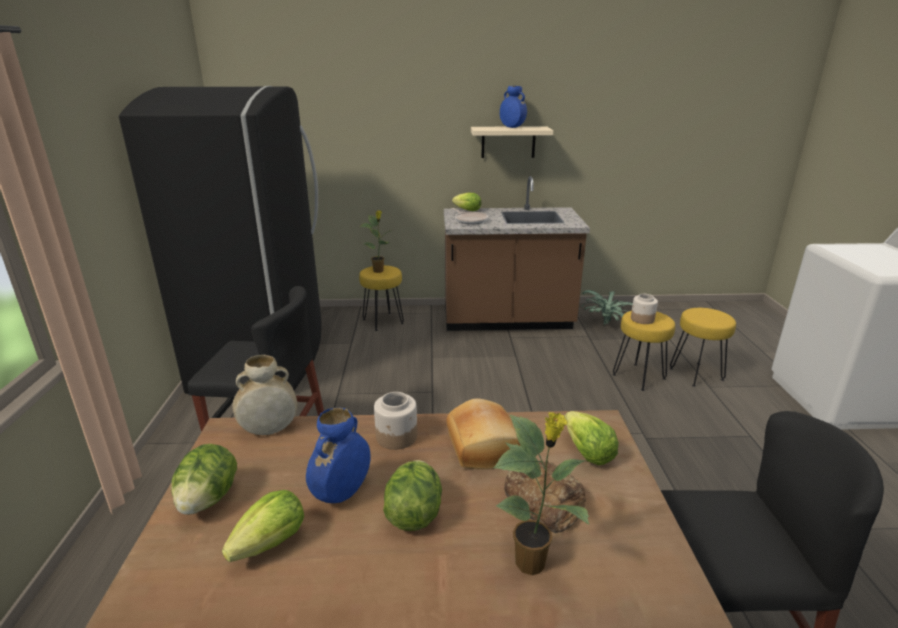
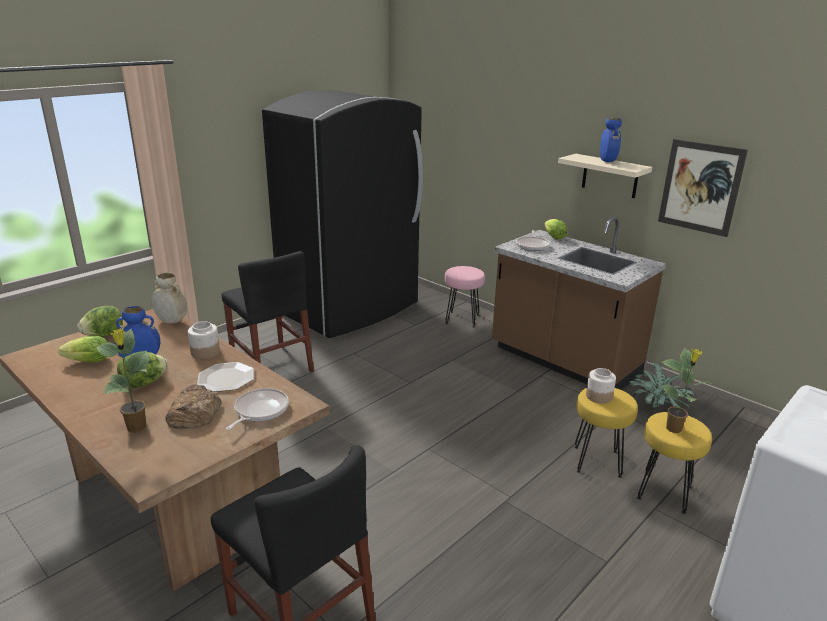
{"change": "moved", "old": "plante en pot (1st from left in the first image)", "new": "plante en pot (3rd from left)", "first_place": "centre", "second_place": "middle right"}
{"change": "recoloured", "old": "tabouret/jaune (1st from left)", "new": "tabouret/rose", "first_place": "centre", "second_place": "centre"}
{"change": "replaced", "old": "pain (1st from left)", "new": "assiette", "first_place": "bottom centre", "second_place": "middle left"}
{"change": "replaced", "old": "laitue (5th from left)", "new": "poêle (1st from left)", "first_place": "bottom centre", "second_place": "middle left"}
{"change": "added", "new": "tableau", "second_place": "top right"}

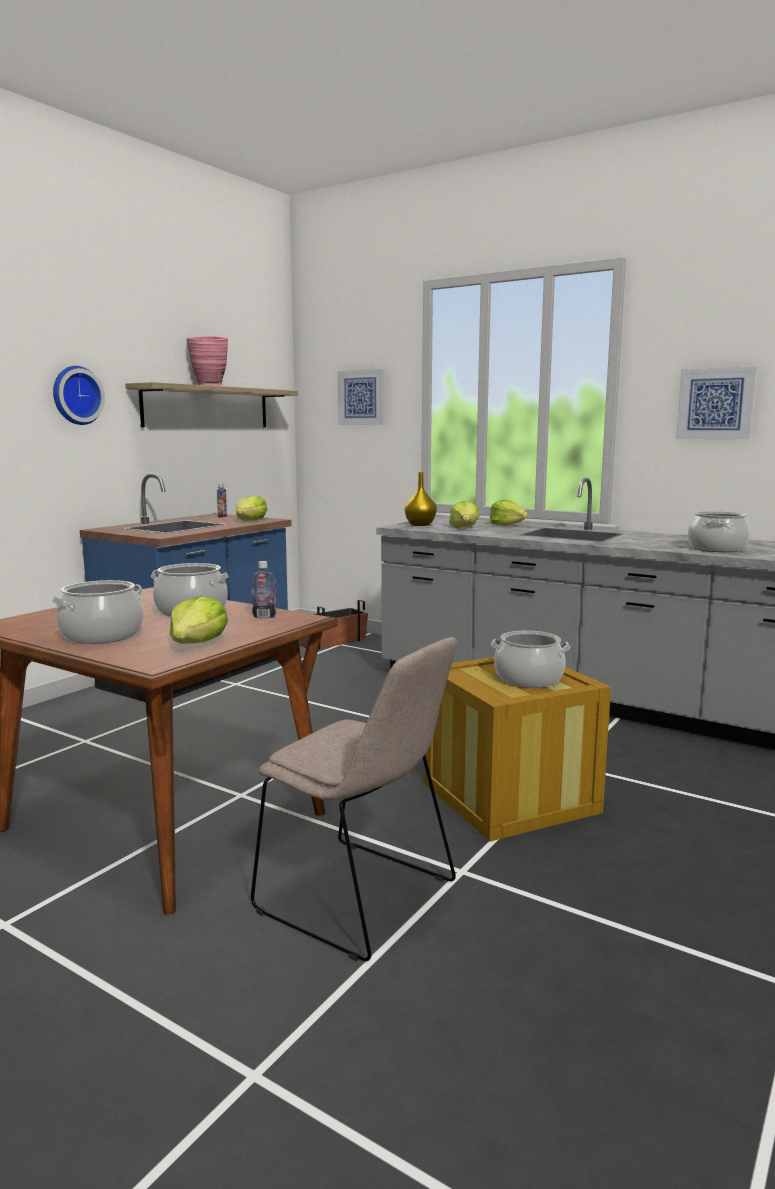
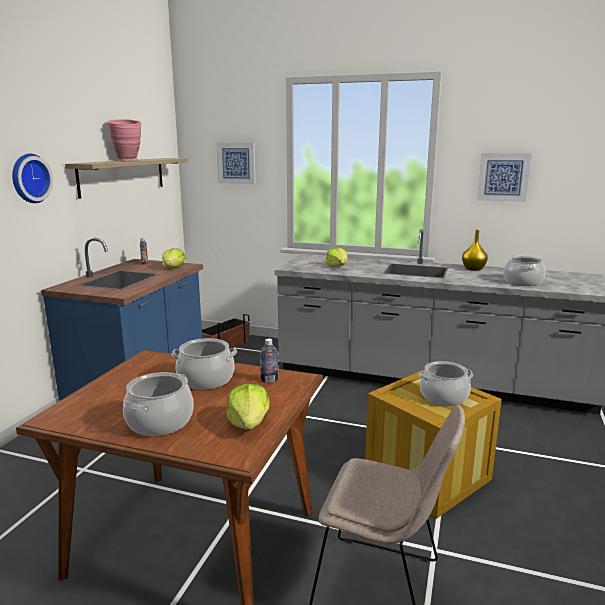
{"change": "moved", "old": "vase/jaune", "first_place": "centre", "second_place": "middle right"}
{"change": "removed", "old": "laitue (4th from left)", "first_place": "centre"}

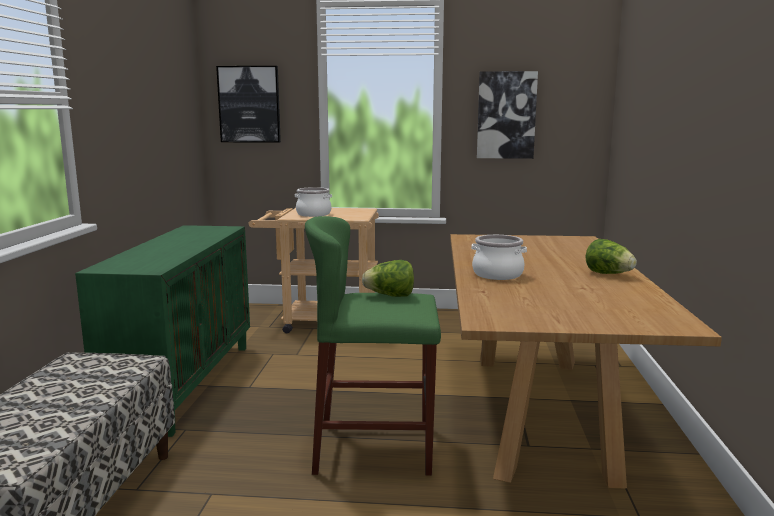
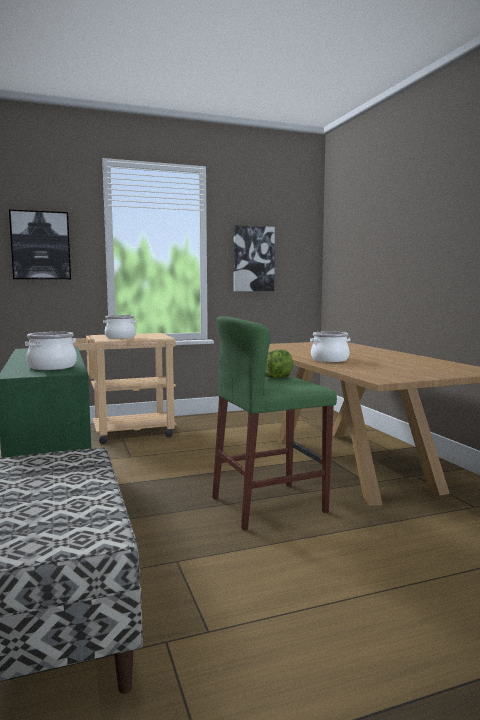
{"change": "removed", "old": "laitue (2nd from left)", "first_place": "middle right"}
{"change": "added", "new": "marmite (1st from left)", "second_place": "middle left"}

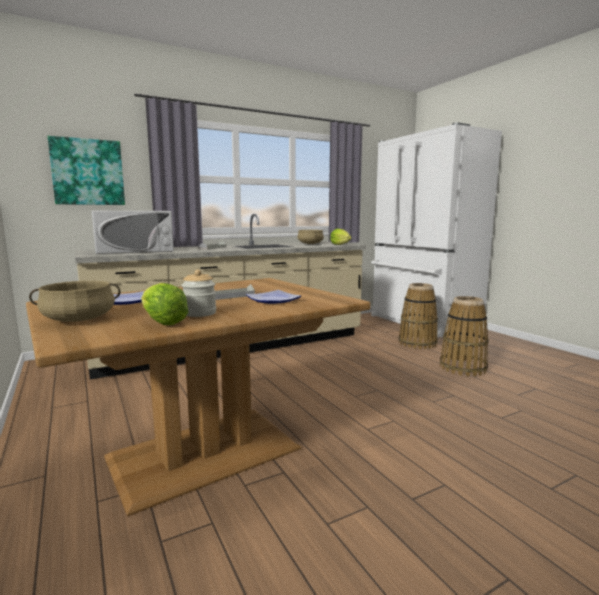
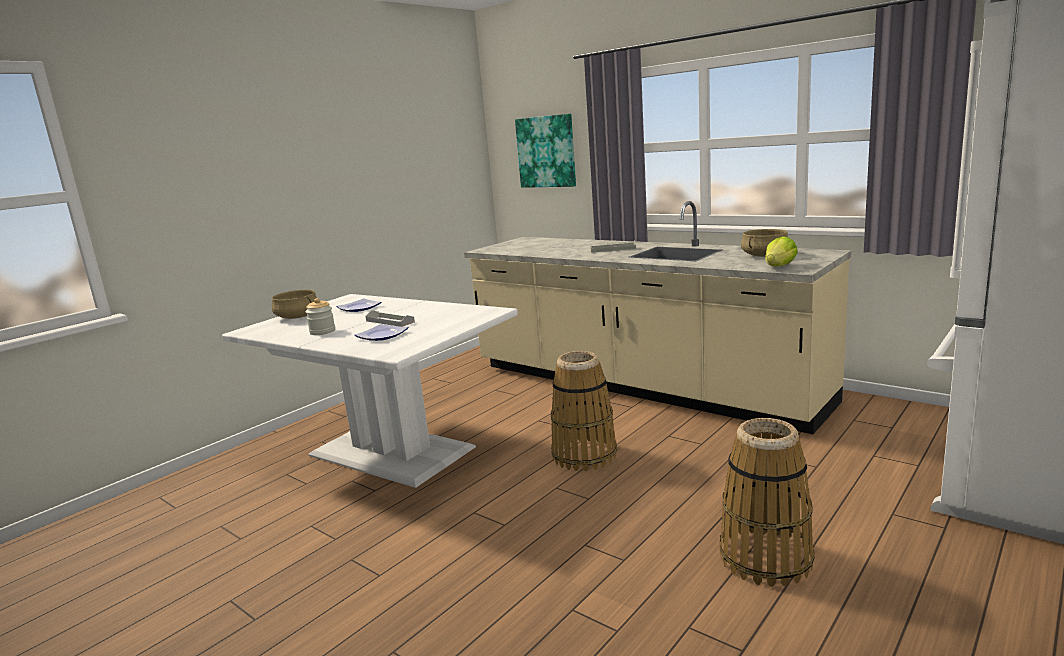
{"change": "removed", "old": "micro-ondes/blanc", "first_place": "middle left"}
{"change": "recoloured", "old": "table à manger/marron", "new": "table à manger/blanc", "first_place": "bottom left", "second_place": "centre"}
{"change": "removed", "old": "laitue (1st from left)", "first_place": "middle left"}
{"change": "moved", "old": "panier (1st from left)", "first_place": "middle right", "second_place": "centre"}

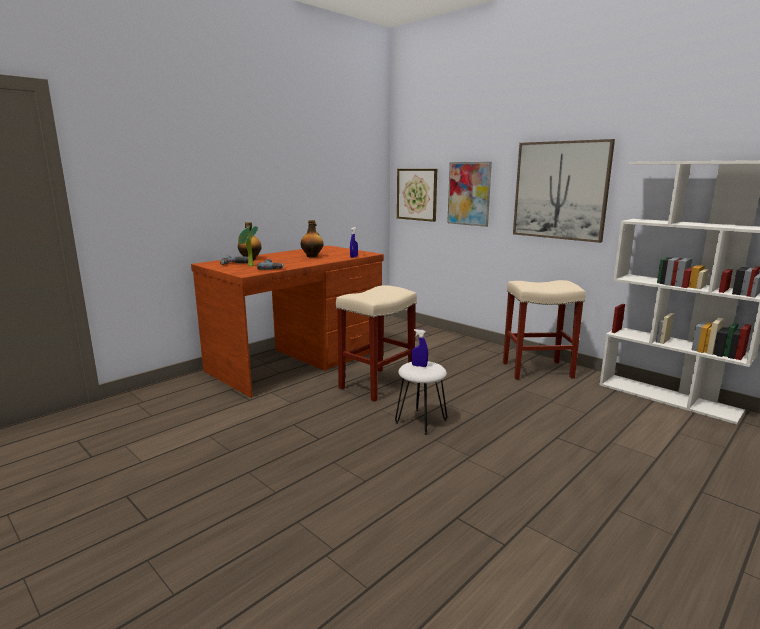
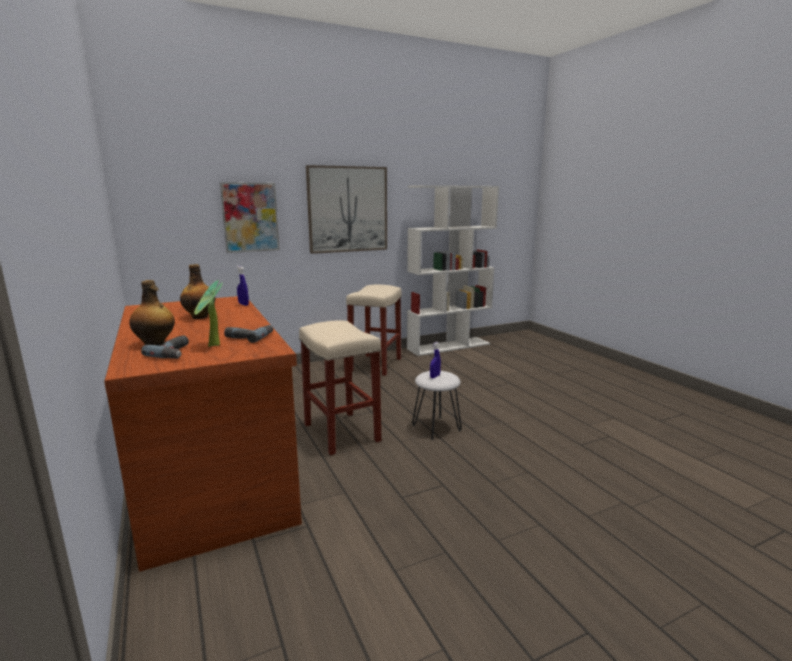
{"change": "removed", "old": "tableau (1st from left)", "first_place": "top centre"}

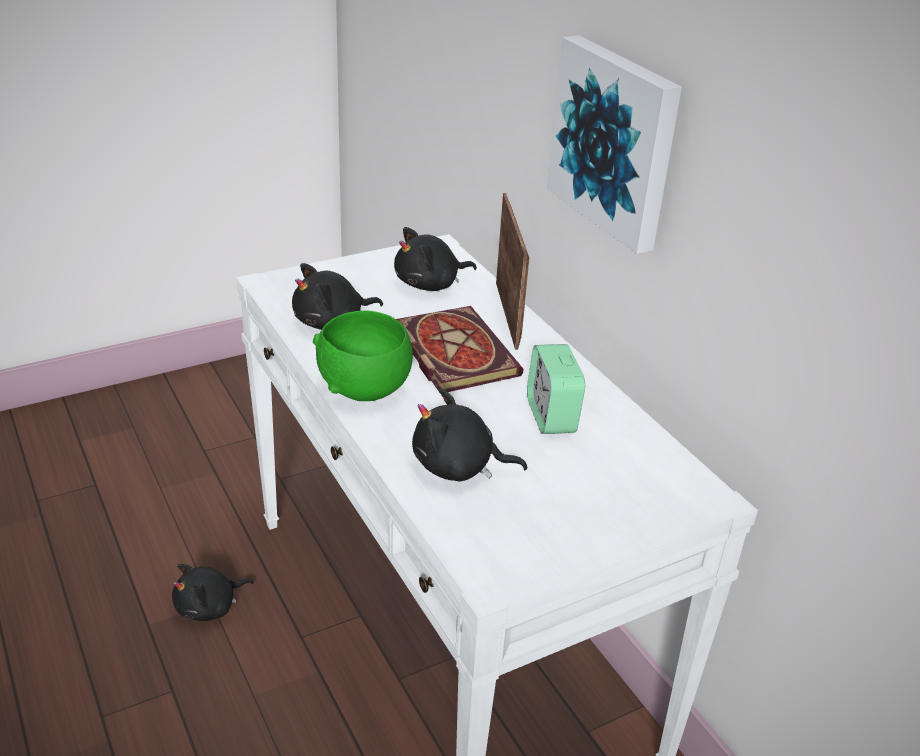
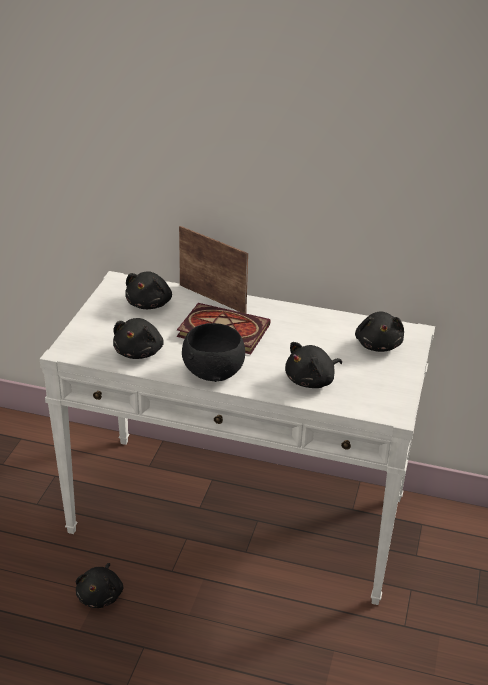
{"change": "removed", "old": "tableau", "first_place": "top right"}
{"change": "recoloured", "old": "bol/vert", "new": "bol/noir", "first_place": "centre", "second_place": "centre"}
{"change": "removed", "old": "réveil", "first_place": "centre"}
{"change": "added", "new": "peluche/noir (5th from left)", "second_place": "middle right"}

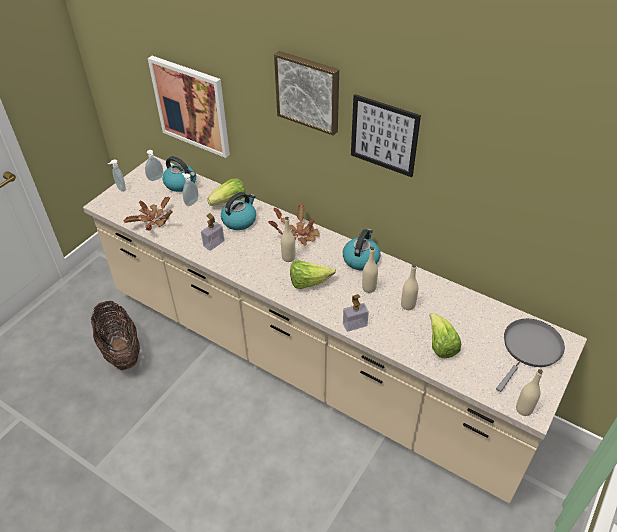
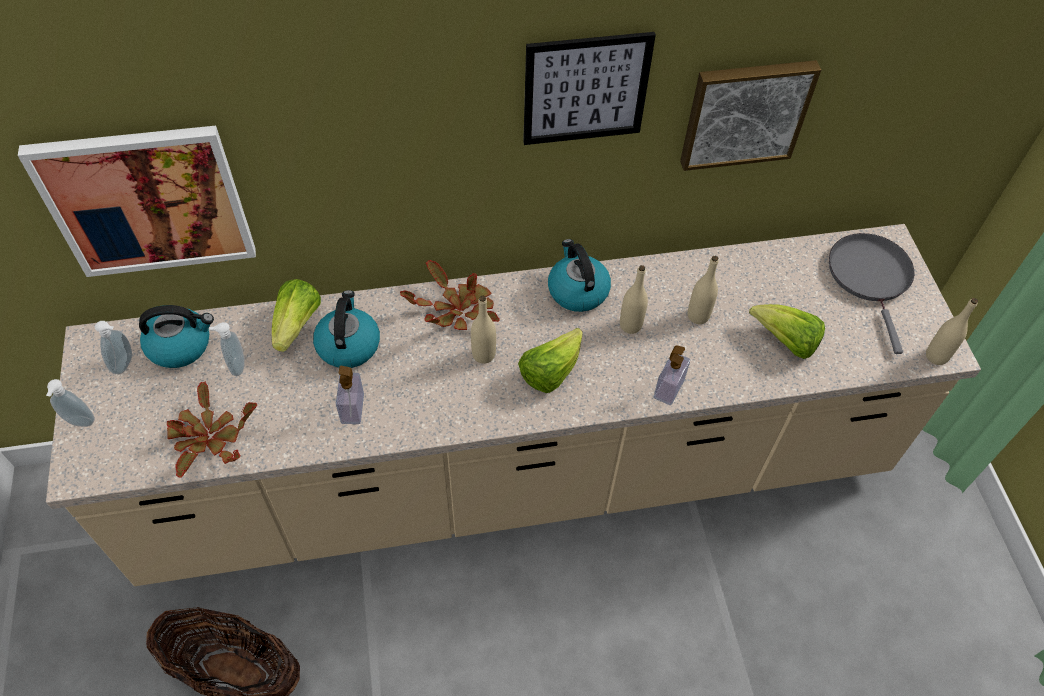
{"change": "moved", "old": "tableau (2nd from left in the first image)", "new": "tableau (3rd from left)", "first_place": "top centre", "second_place": "top right"}

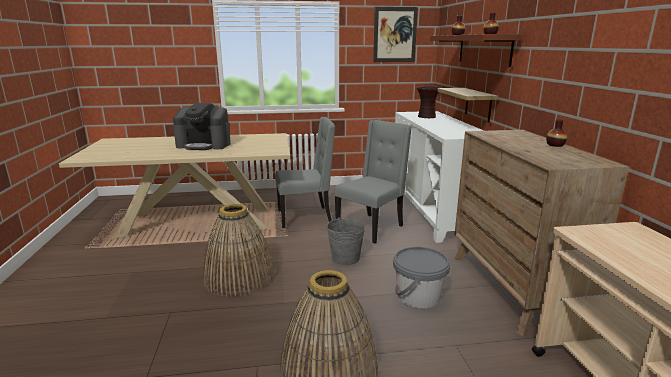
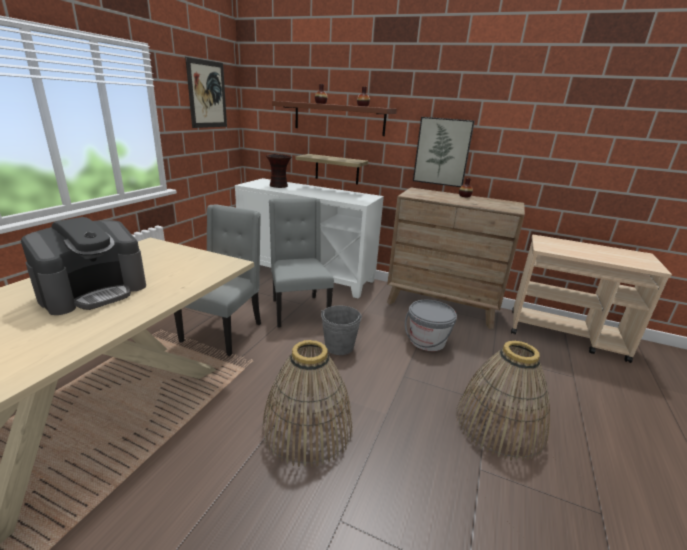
{"change": "added", "new": "tableau (2nd from left)", "second_place": "top centre"}

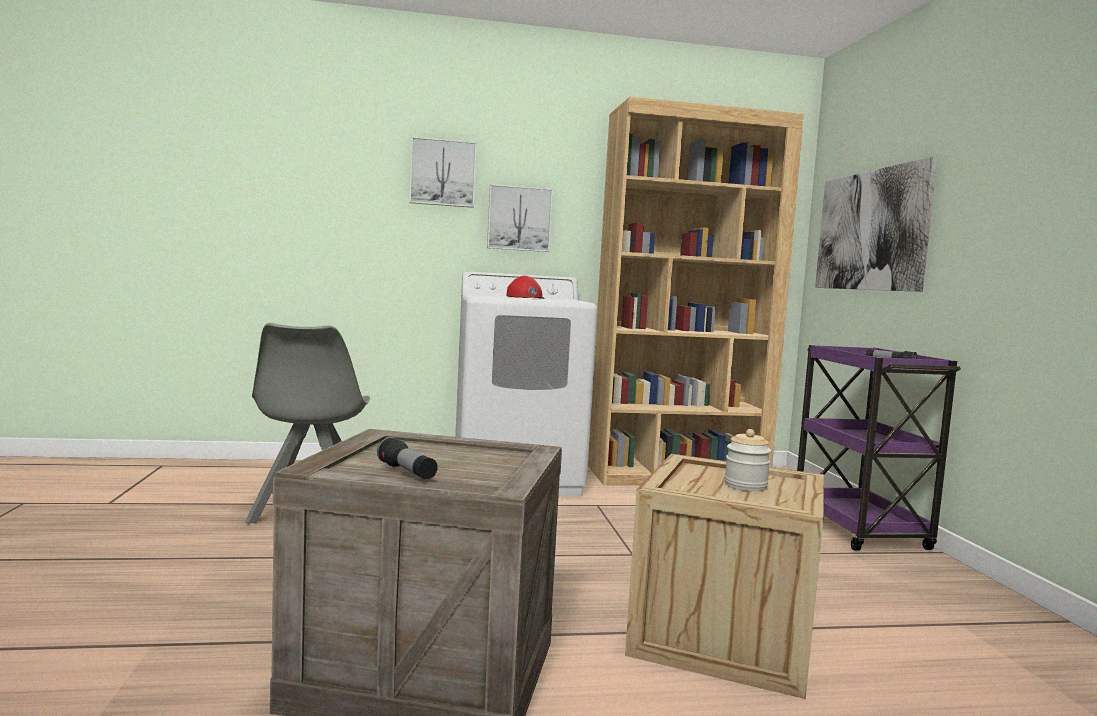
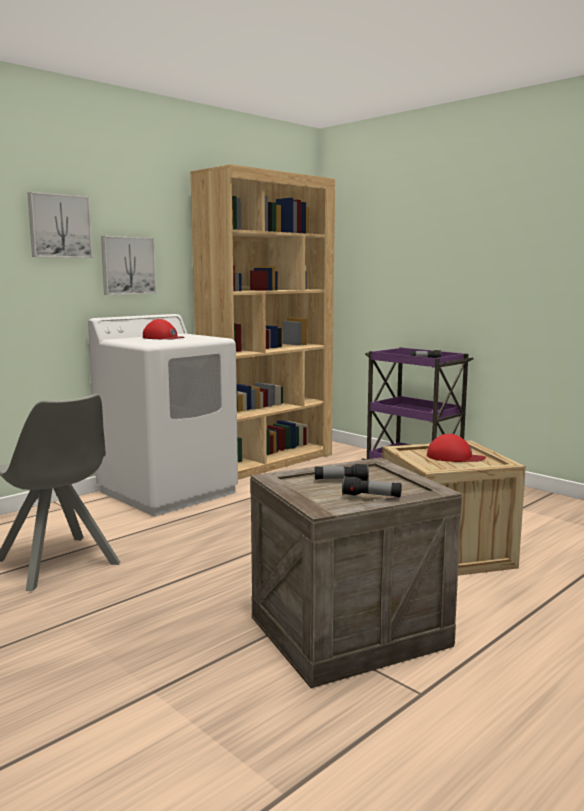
{"change": "removed", "old": "tableau (3rd from left)", "first_place": "top right"}
{"change": "replaced", "old": "bocal", "new": "casquette/rouge (2nd from left)", "first_place": "middle right", "second_place": "middle right"}
{"change": "added", "new": "lampe de poche (1st from left)", "second_place": "centre"}

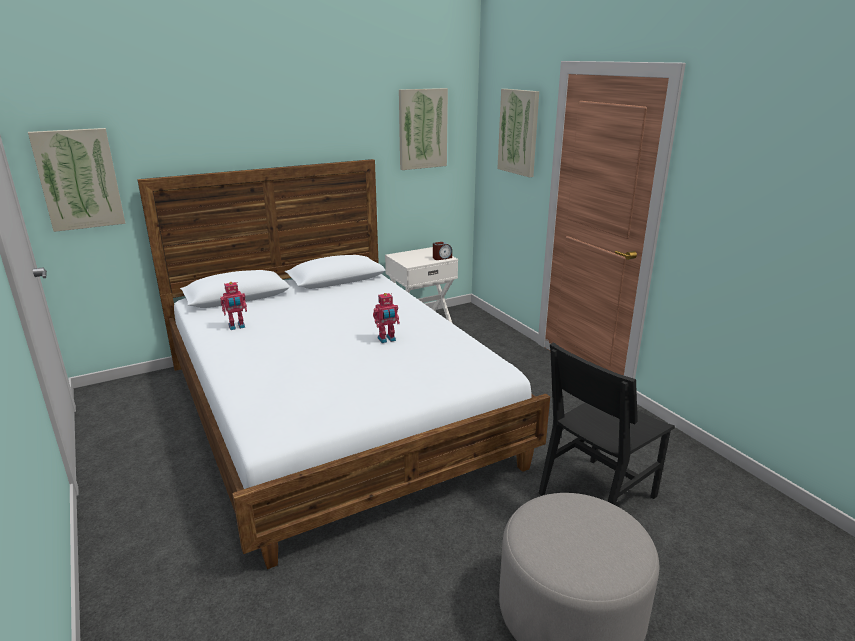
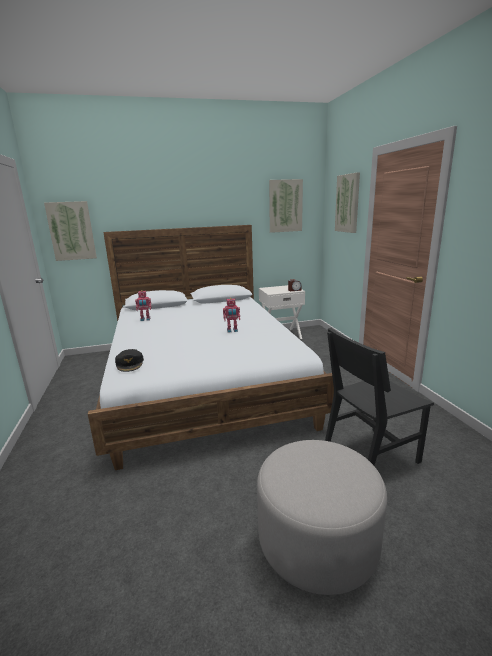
{"change": "added", "new": "casquette/noir", "second_place": "middle left"}

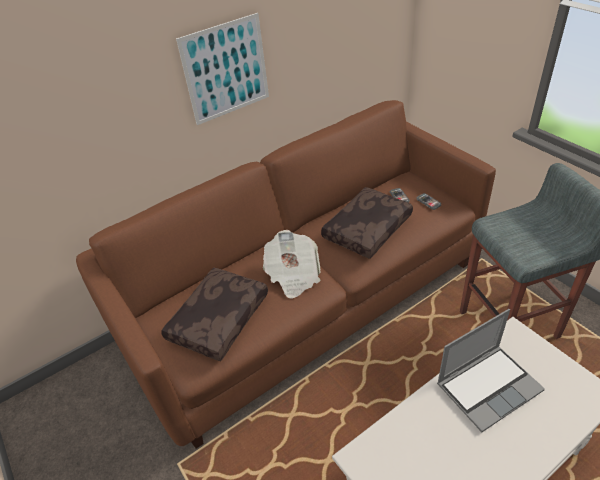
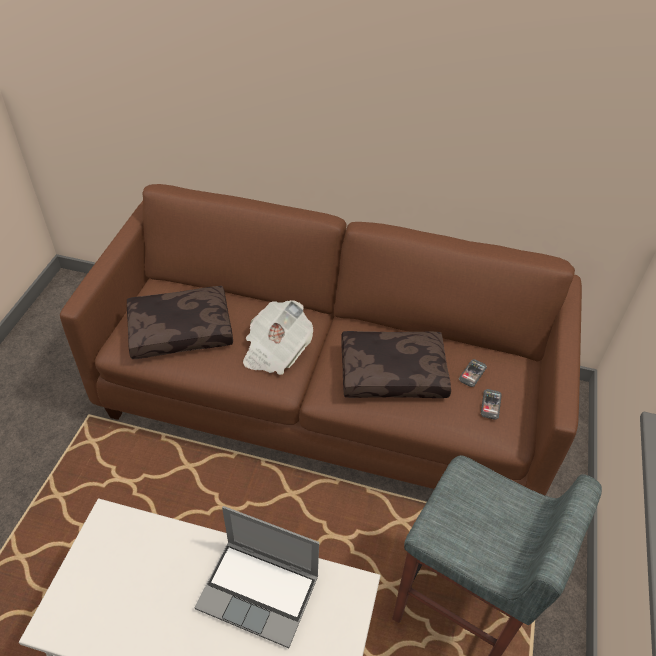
{"change": "removed", "old": "tableau", "first_place": "top centre"}

